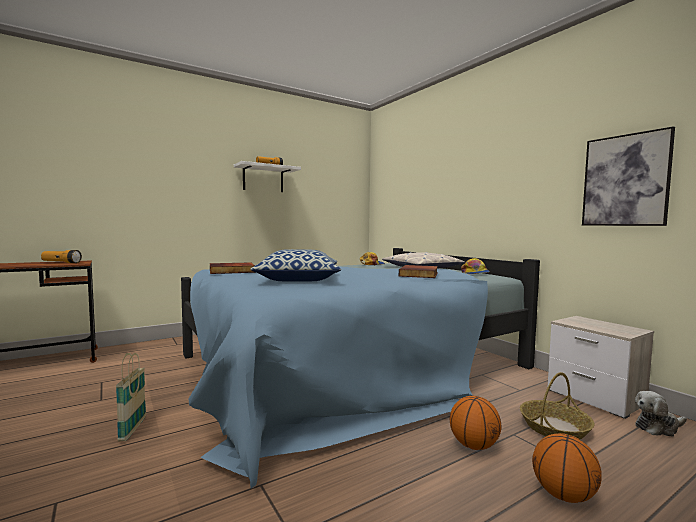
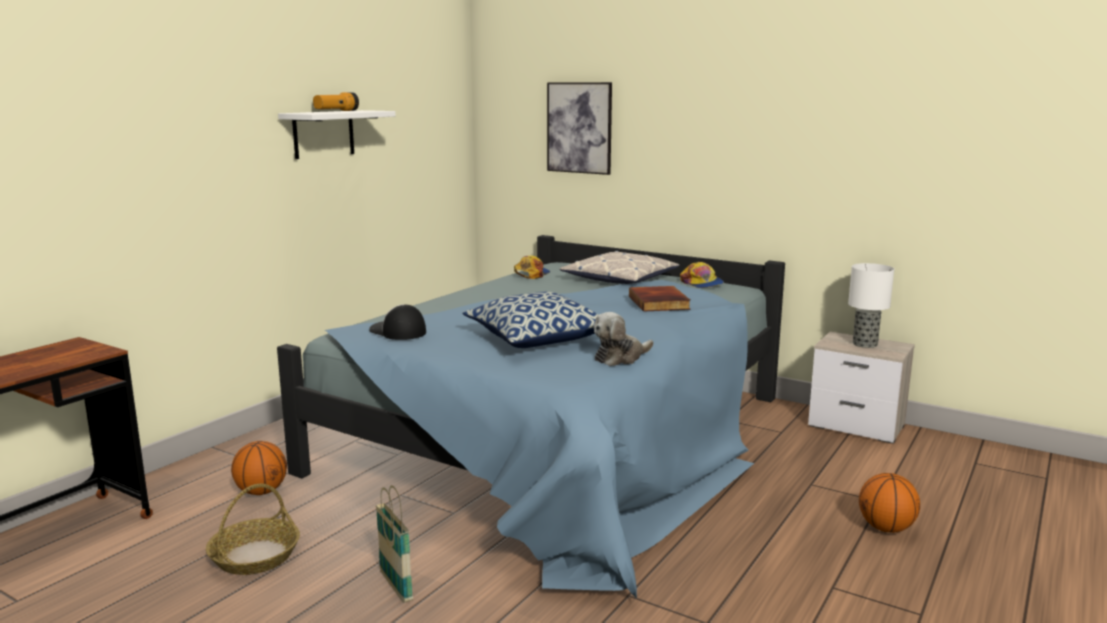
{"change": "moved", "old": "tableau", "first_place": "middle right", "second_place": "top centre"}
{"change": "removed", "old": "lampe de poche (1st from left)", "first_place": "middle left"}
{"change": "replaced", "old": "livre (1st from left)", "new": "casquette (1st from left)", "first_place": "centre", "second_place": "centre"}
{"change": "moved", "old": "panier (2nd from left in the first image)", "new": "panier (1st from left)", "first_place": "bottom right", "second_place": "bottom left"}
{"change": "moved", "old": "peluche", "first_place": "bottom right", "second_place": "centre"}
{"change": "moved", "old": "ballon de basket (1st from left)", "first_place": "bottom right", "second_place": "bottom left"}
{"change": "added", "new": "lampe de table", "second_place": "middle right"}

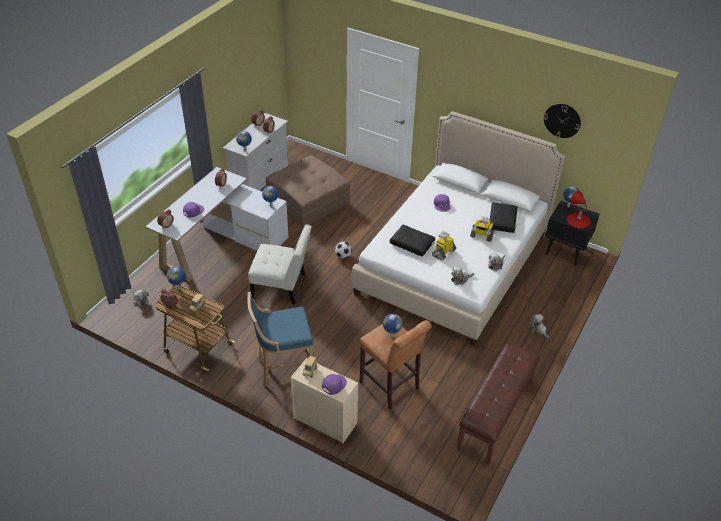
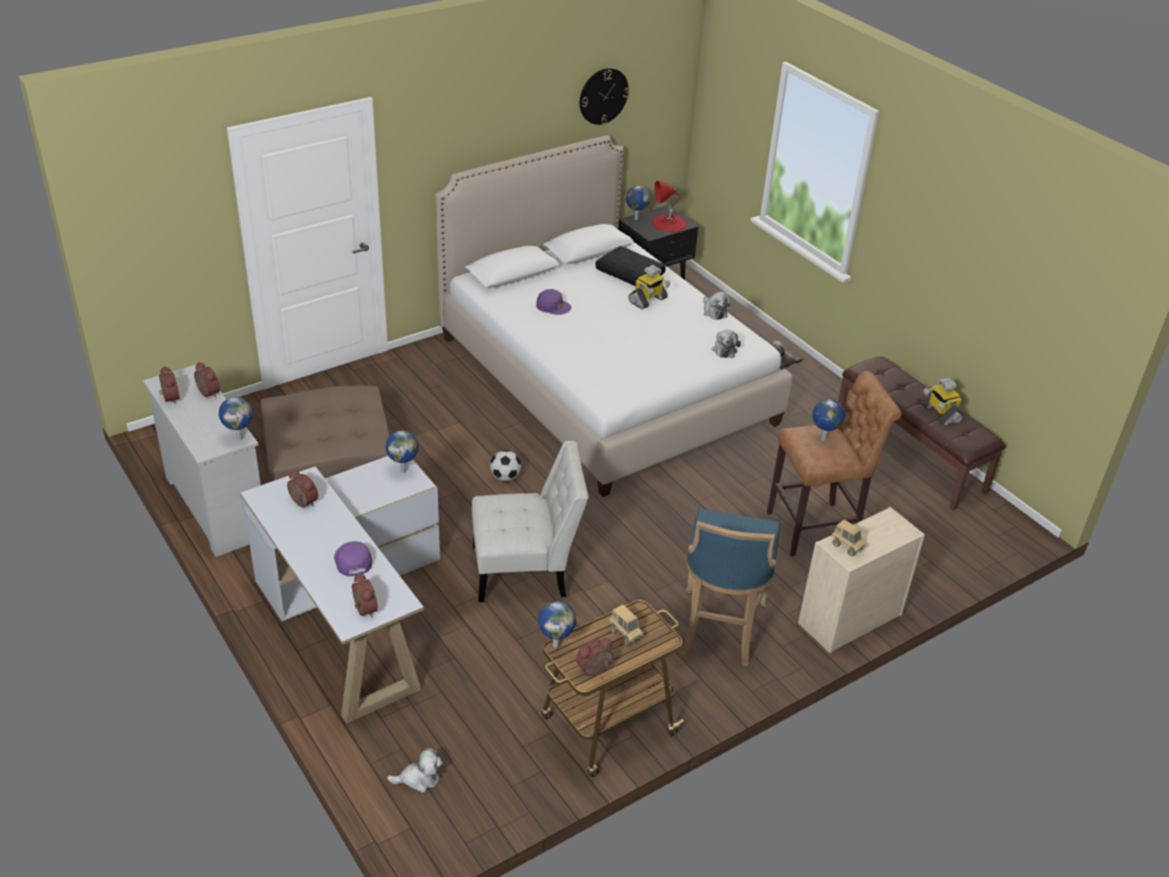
{"change": "turned", "old": "chaise/blanc", "first_place": "centre", "second_place": "centre", "degrees": 45}
{"change": "removed", "old": "coussin/noir (1st from left)", "first_place": "centre"}
{"change": "moved", "old": "robot jouet (1st from left in the first image)", "new": "robot jouet (2nd from left)", "first_place": "centre", "second_place": "middle right"}
{"change": "removed", "old": "casquette/violet (2nd from left)", "first_place": "bottom centre"}

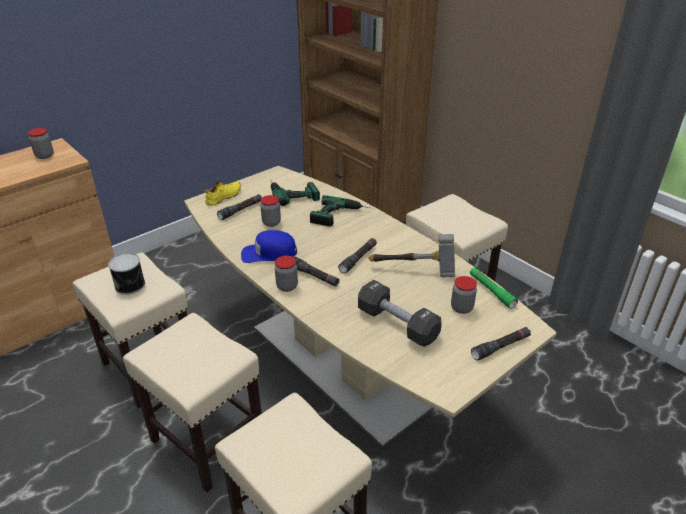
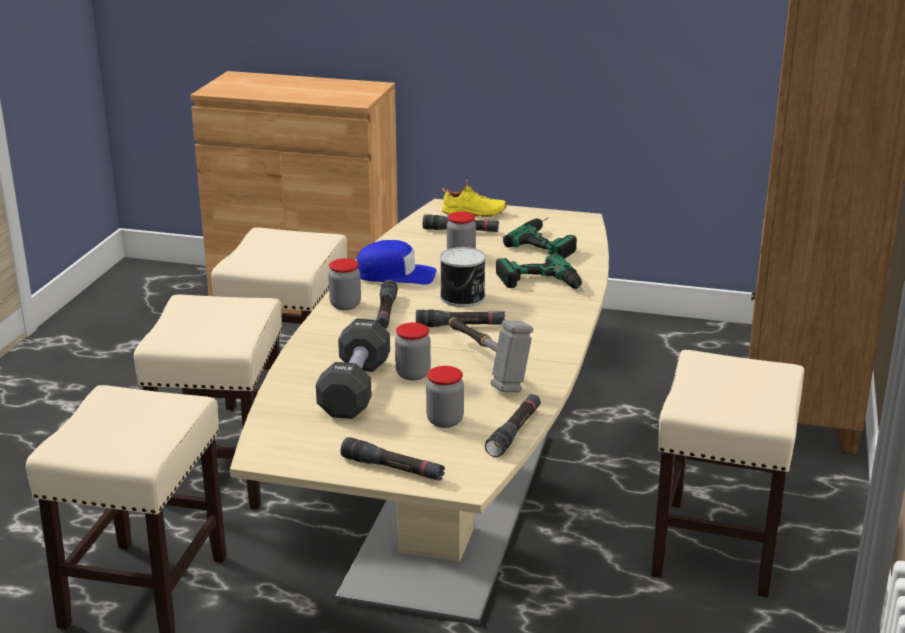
{"change": "moved", "old": "bocal (1st from left in the first image)", "new": "bocal (2nd from left)", "first_place": "top left", "second_place": "centre"}
{"change": "turned", "old": "casquette/bleu", "first_place": "centre", "second_place": "centre", "degrees": 135}
{"change": "moved", "old": "boîte métallique", "first_place": "middle left", "second_place": "centre"}
{"change": "recoloured", "old": "lampe de poche/vert", "new": "lampe de poche/noir (5th from left)", "first_place": "middle right", "second_place": "bottom centre"}

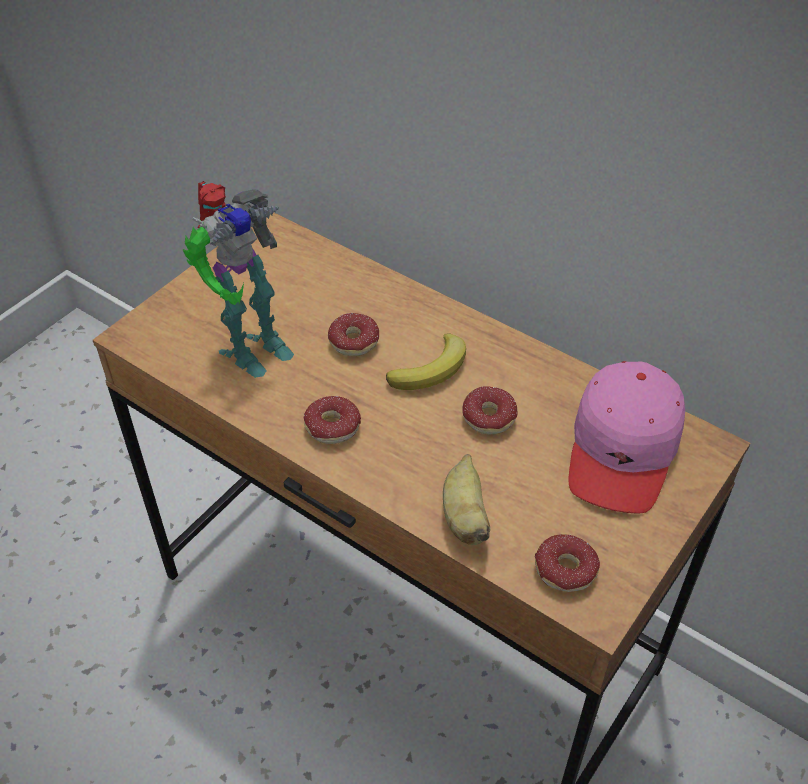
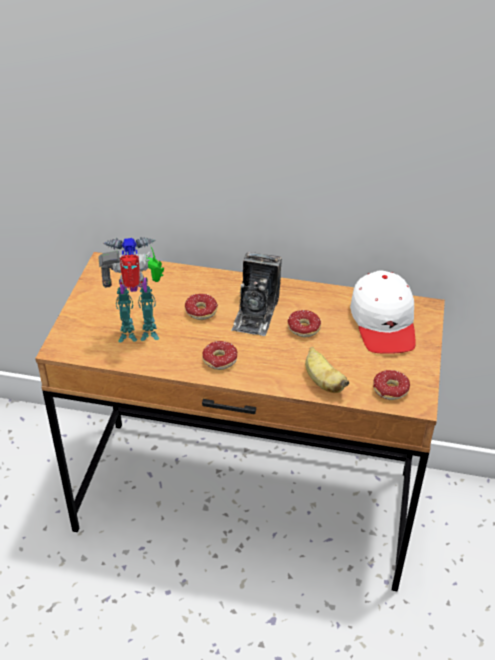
{"change": "turned", "old": "robot jouet", "first_place": "middle left", "second_place": "middle left", "degrees": -120}
{"change": "replaced", "old": "banane (1st from left)", "new": "appareil photo", "first_place": "centre", "second_place": "centre"}
{"change": "recoloured", "old": "casquette/rose", "new": "casquette/blanc", "first_place": "middle right", "second_place": "middle right"}

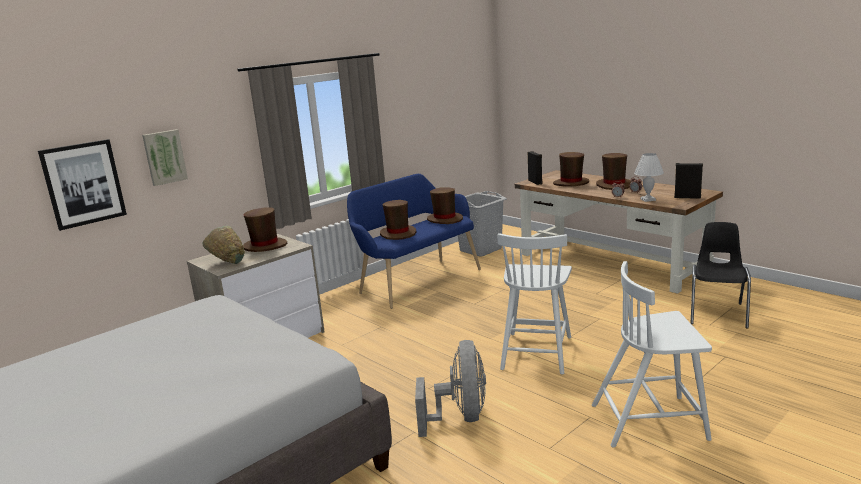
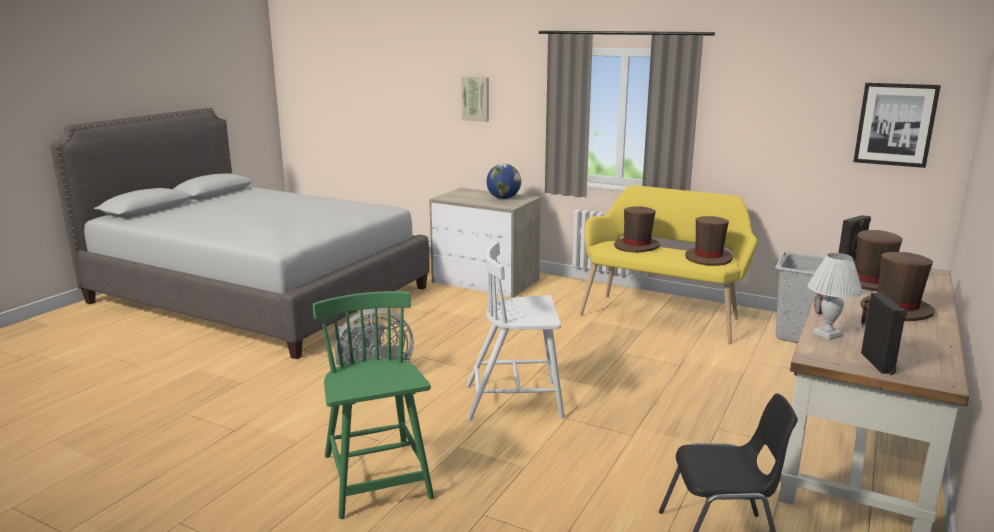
{"change": "moved", "old": "tableau (1st from left in the first image)", "new": "tableau (2nd from left)", "first_place": "middle left", "second_place": "top right"}
{"change": "recoloured", "old": "banc/bleu", "new": "banc/jaune", "first_place": "centre", "second_place": "middle right"}
{"change": "replaced", "old": "chapeau/marron (1st from left)", "new": "globe", "first_place": "middle left", "second_place": "centre"}
{"change": "removed", "old": "bol/vert", "first_place": "middle left"}
{"change": "recoloured", "old": "chaise/blanc (2nd from left)", "new": "chaise/vert", "first_place": "bottom right", "second_place": "bottom centre"}

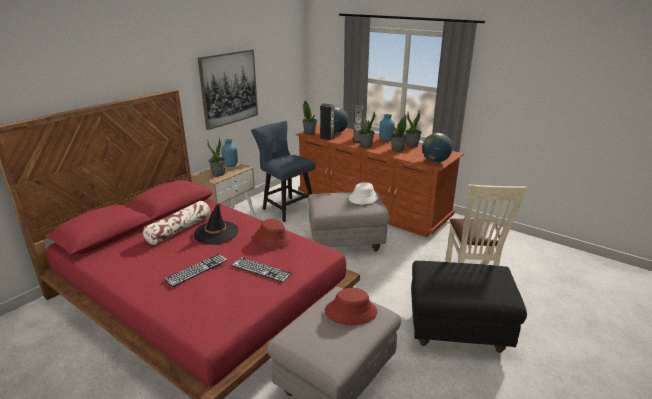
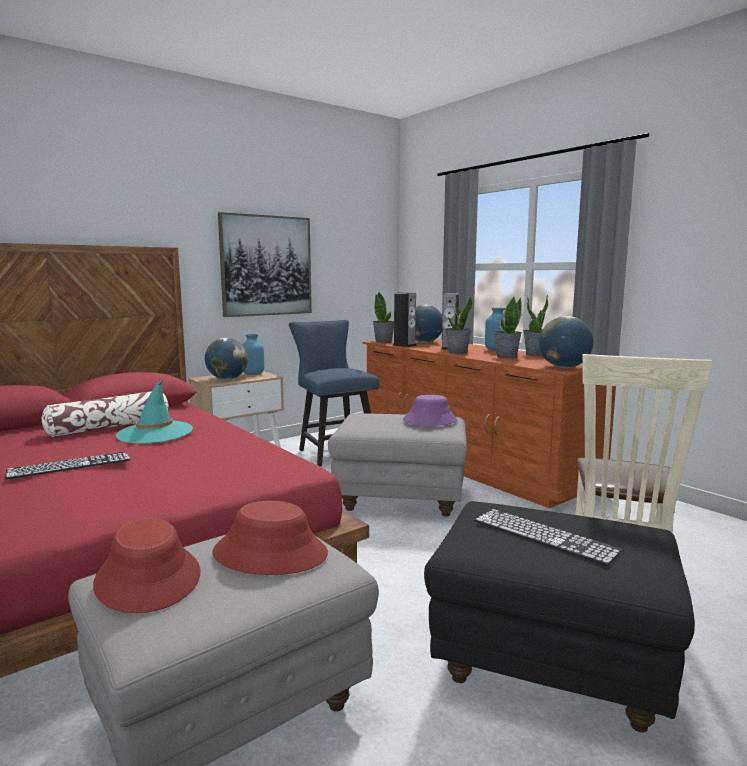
{"change": "replaced", "old": "plante en pot (1st from left)", "new": "globe (1st from left)", "first_place": "middle left", "second_place": "middle left"}
{"change": "recoloured", "old": "chapeau/blanc", "new": "chapeau/violet", "first_place": "centre", "second_place": "centre"}
{"change": "recoloured", "old": "chapeau/noir", "new": "chapeau/turquoise", "first_place": "middle left", "second_place": "middle left"}
{"change": "moved", "old": "chapeau/rouge (1st from left)", "first_place": "centre", "second_place": "bottom left"}
{"change": "moved", "old": "clavier (2nd from left)", "first_place": "bottom centre", "second_place": "bottom right"}

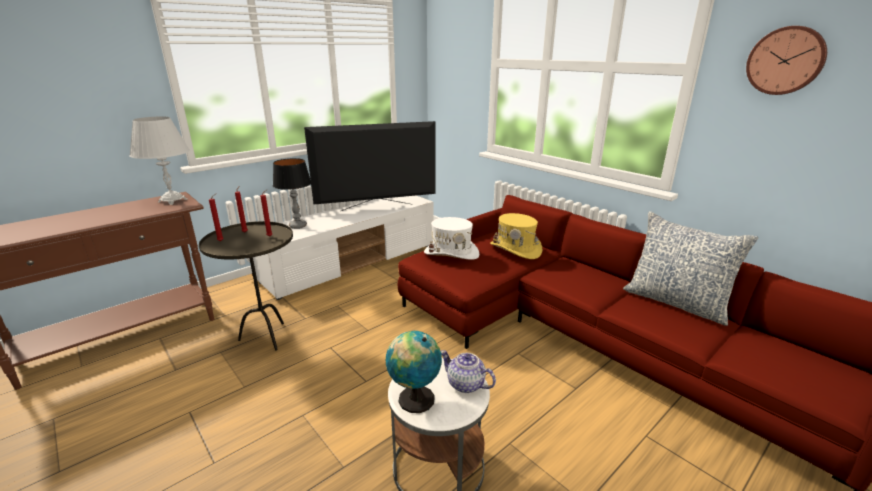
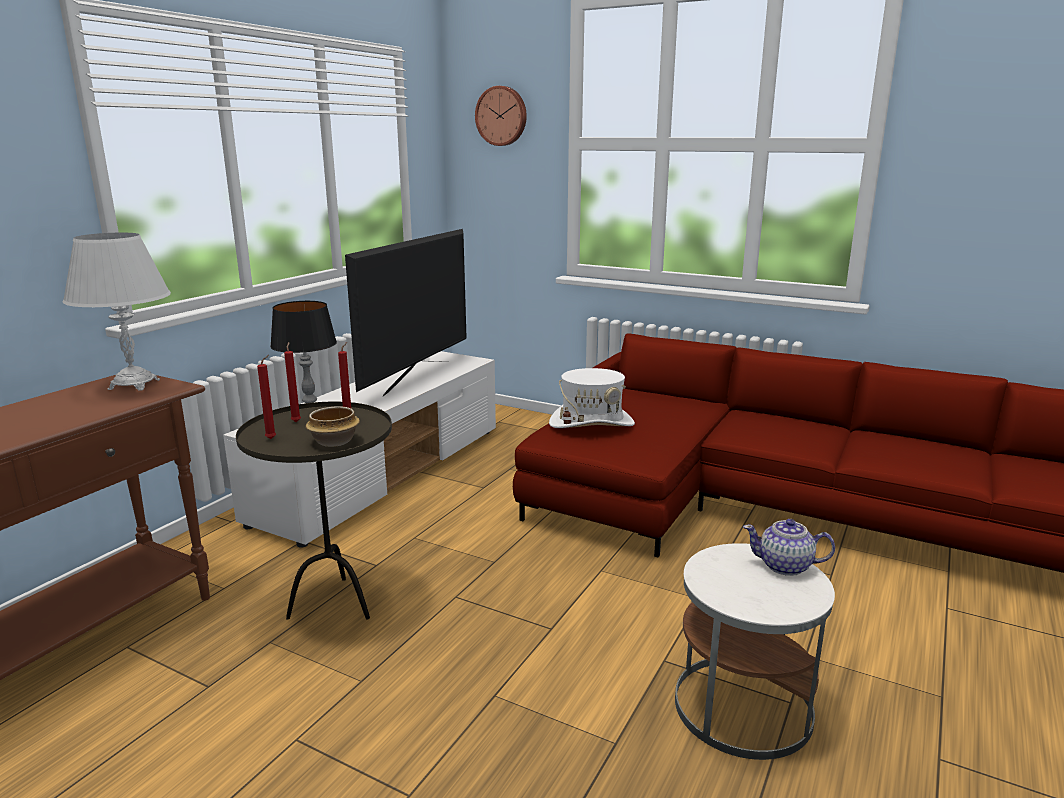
{"change": "moved", "old": "horloge murale", "first_place": "top right", "second_place": "top centre"}
{"change": "turned", "old": "téléviseur", "first_place": "centre", "second_place": "centre", "degrees": 150}
{"change": "removed", "old": "coussin", "first_place": "middle right"}
{"change": "removed", "old": "chapeau/jaune", "first_place": "centre"}
{"change": "removed", "old": "globe", "first_place": "bottom centre"}
{"change": "added", "new": "bol", "second_place": "middle left"}

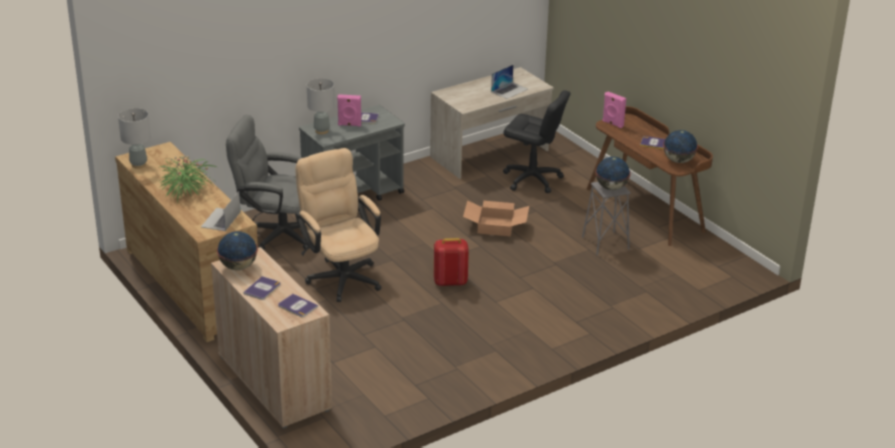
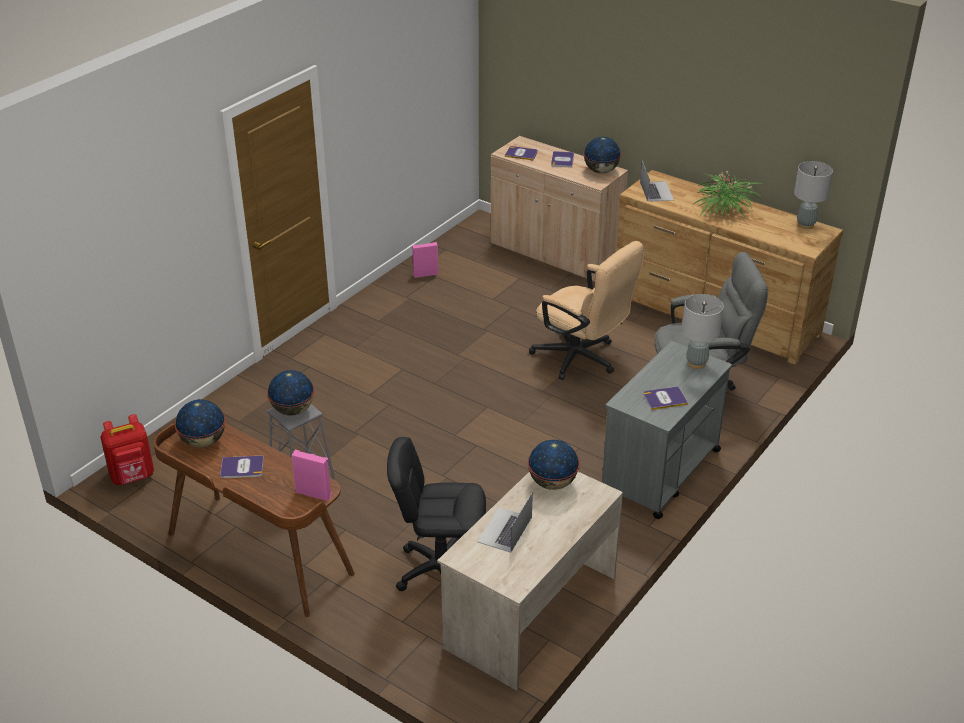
{"change": "moved", "old": "enceinte/rose (1st from left in the first image)", "new": "enceinte/rose (2nd from left)", "first_place": "top centre", "second_place": "centre"}
{"change": "removed", "old": "carton", "first_place": "centre"}
{"change": "moved", "old": "sac à dos/rouge", "first_place": "centre", "second_place": "middle left"}
{"change": "added", "new": "globe (3rd from left)", "second_place": "centre"}

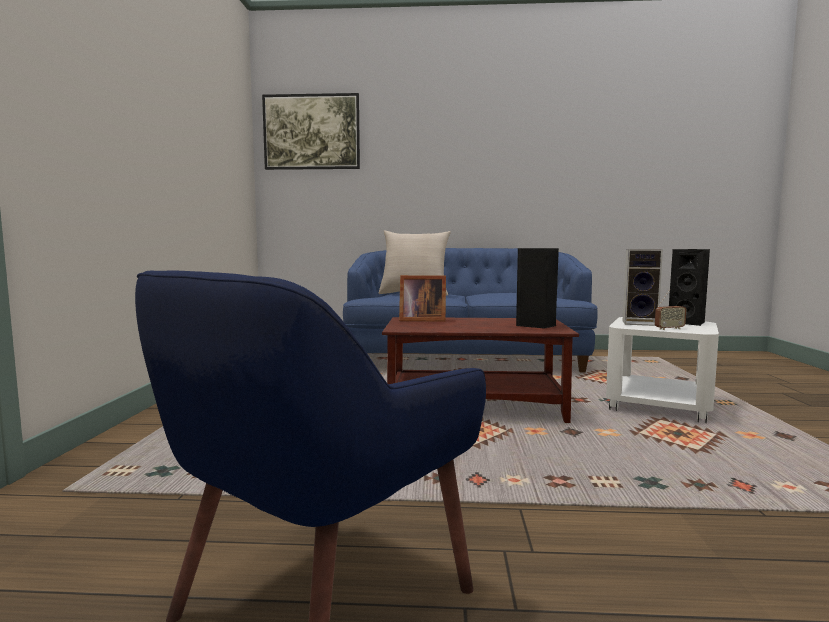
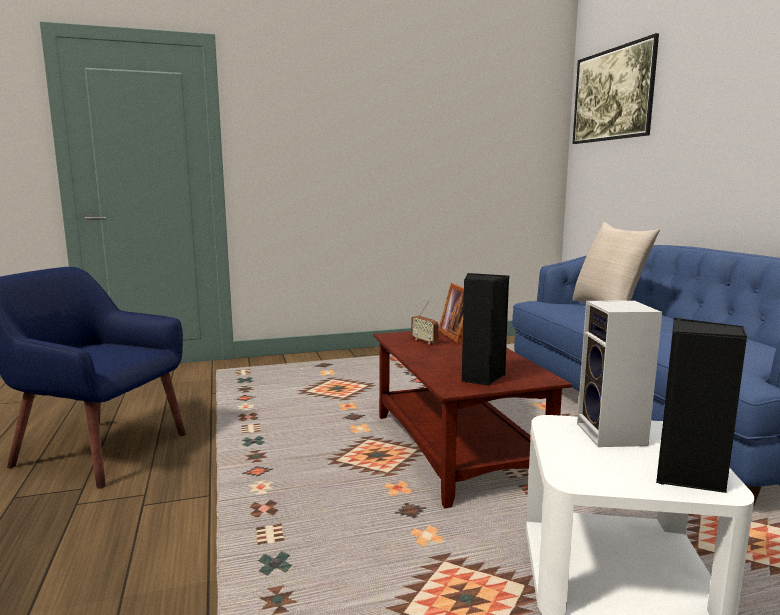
{"change": "moved", "old": "radio", "first_place": "middle right", "second_place": "centre"}

